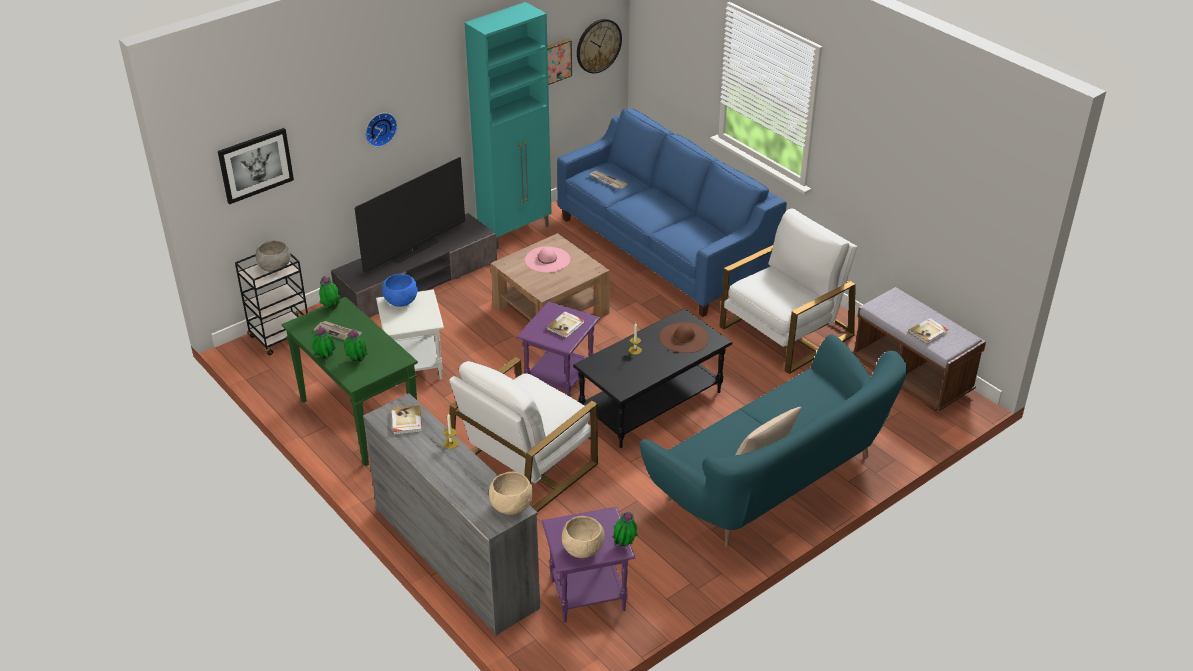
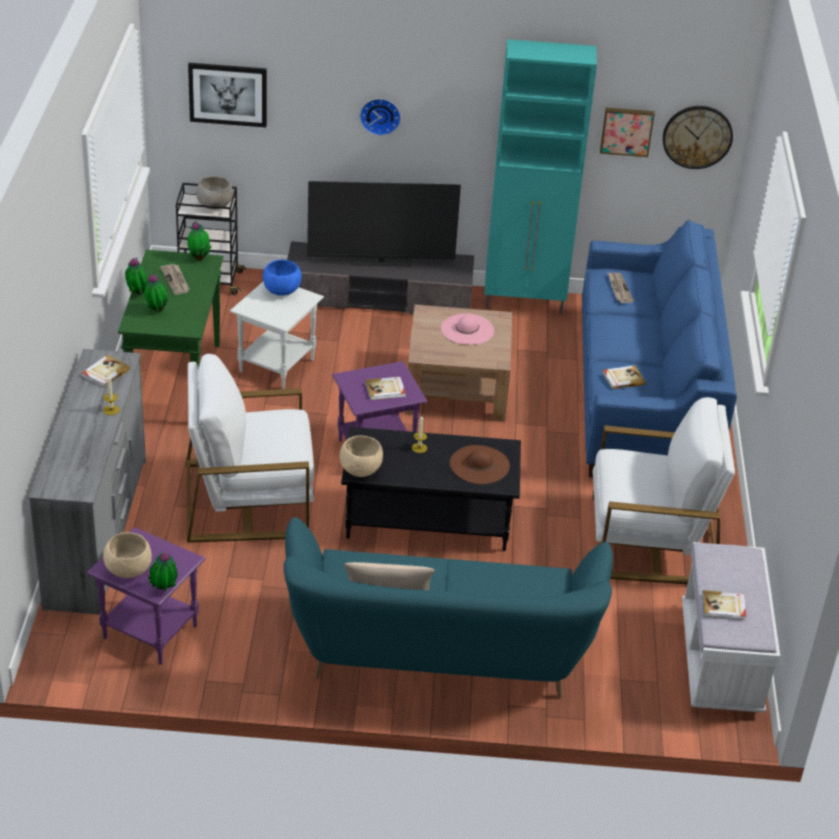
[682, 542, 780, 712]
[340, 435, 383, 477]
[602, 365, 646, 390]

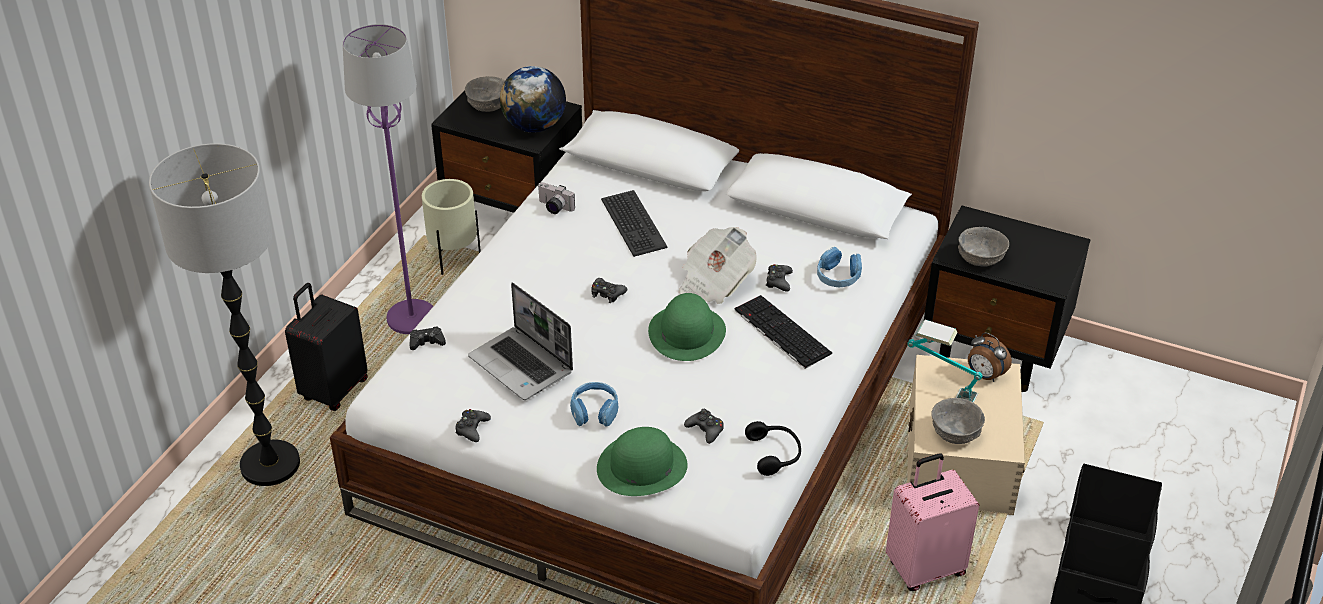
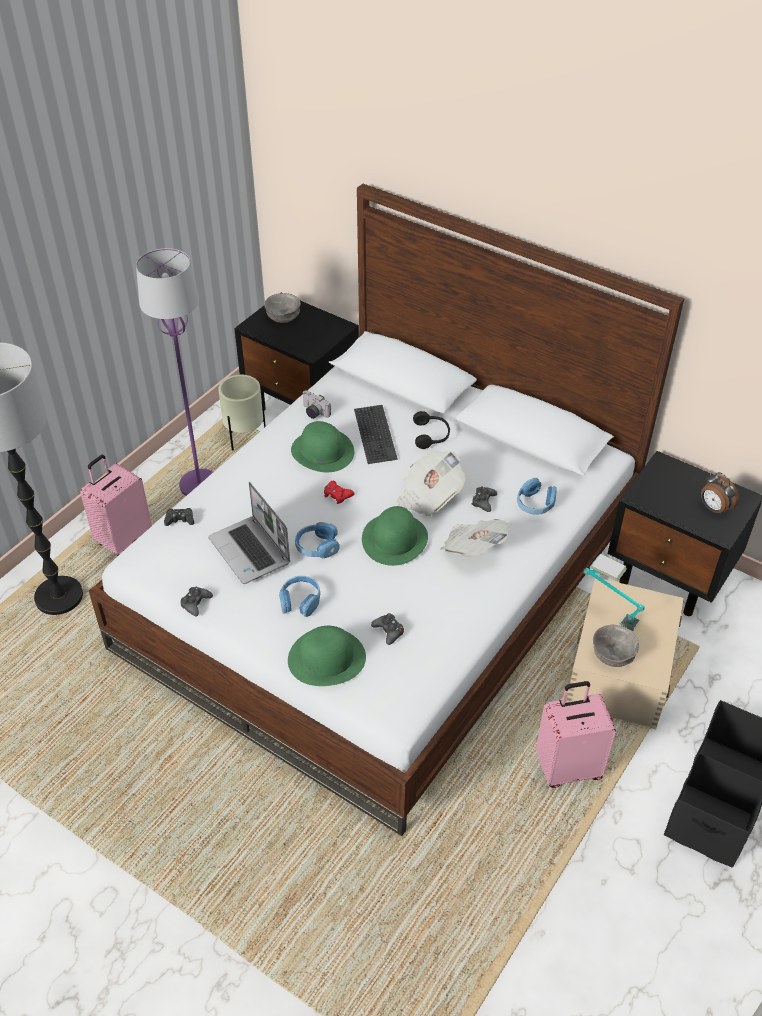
[500, 66, 566, 133] (first image)
[958, 227, 1009, 266] (first image)
[324, 481, 355, 504]
[80, 455, 152, 556]
[441, 519, 511, 557]
[701, 472, 739, 515]
[413, 411, 450, 449]
[291, 421, 354, 472]
[295, 522, 340, 558]

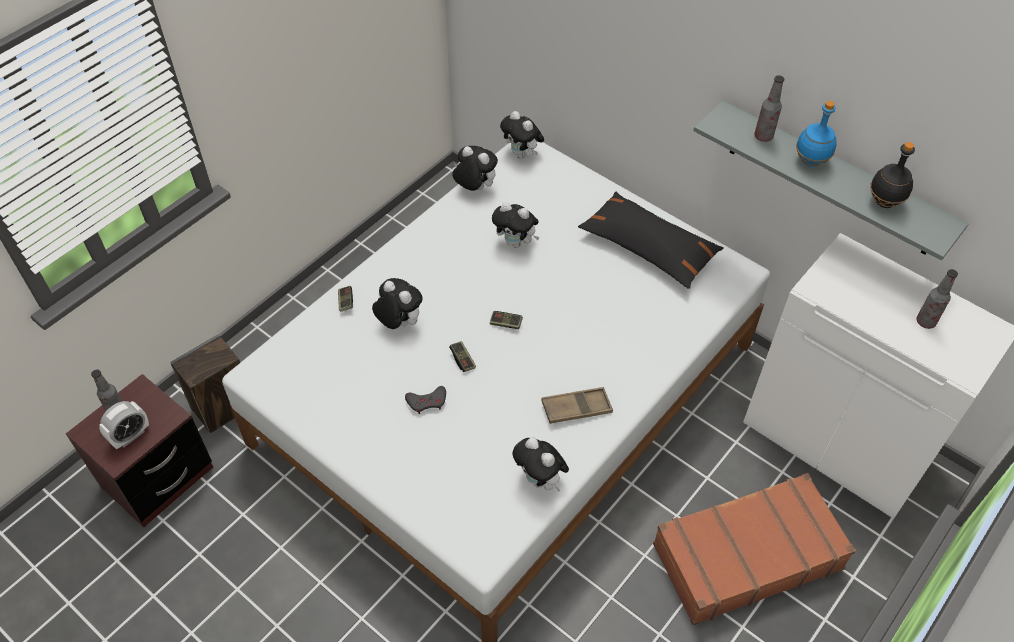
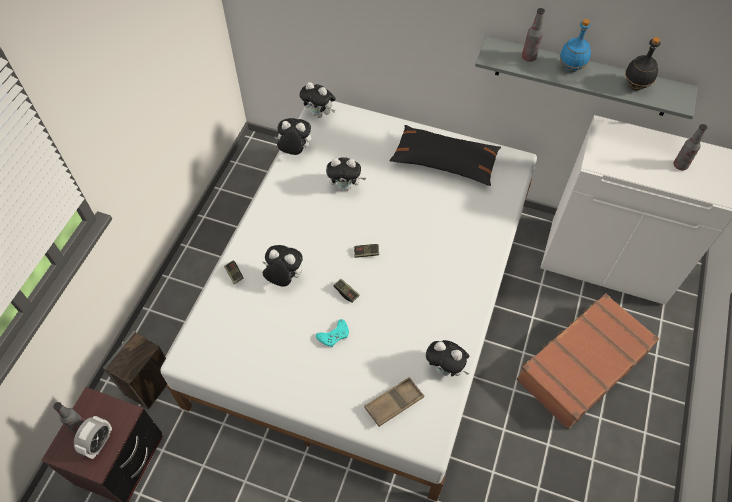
[316, 319, 349, 347]
[364, 377, 424, 427]

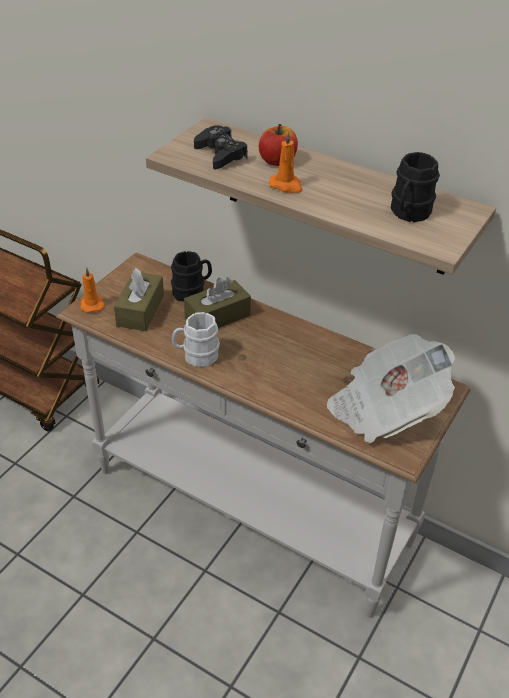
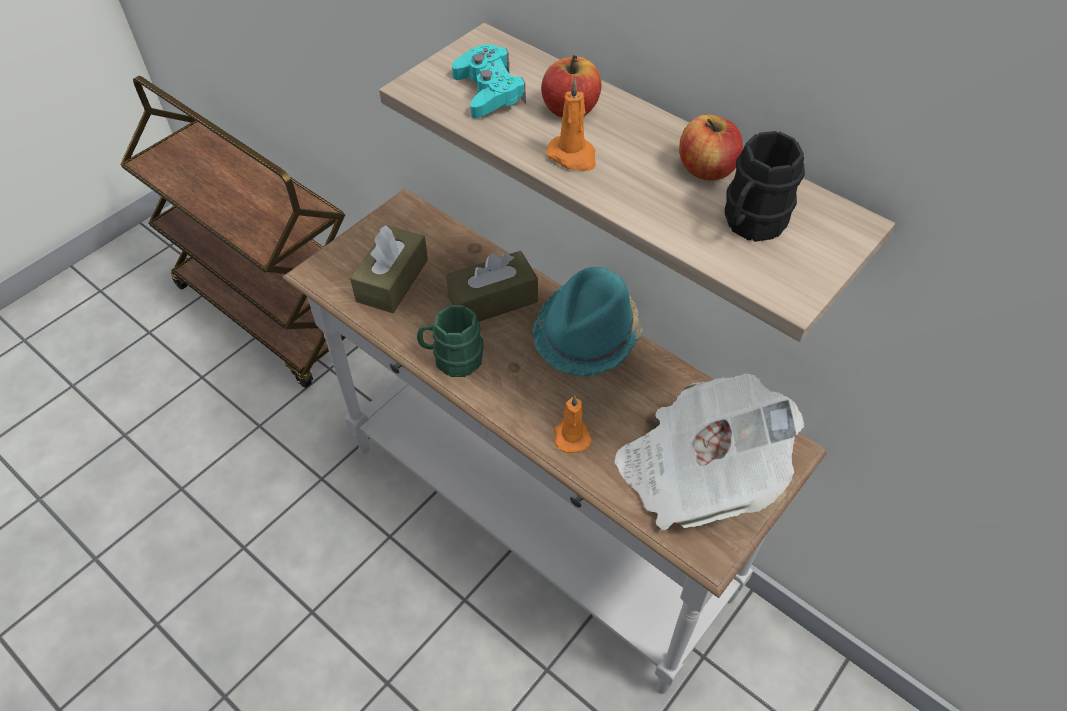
[452, 44, 526, 118]
[171, 251, 212, 302] (first image)
[554, 395, 592, 453]
[417, 305, 484, 377]
[679, 114, 743, 180]
[532, 267, 643, 377]

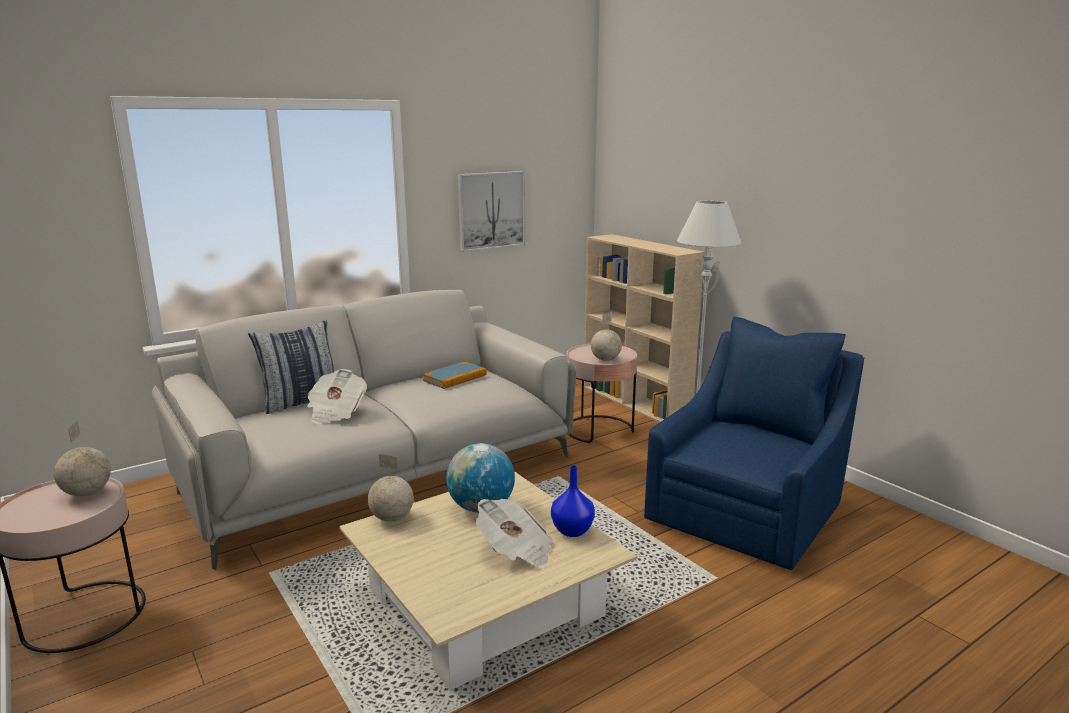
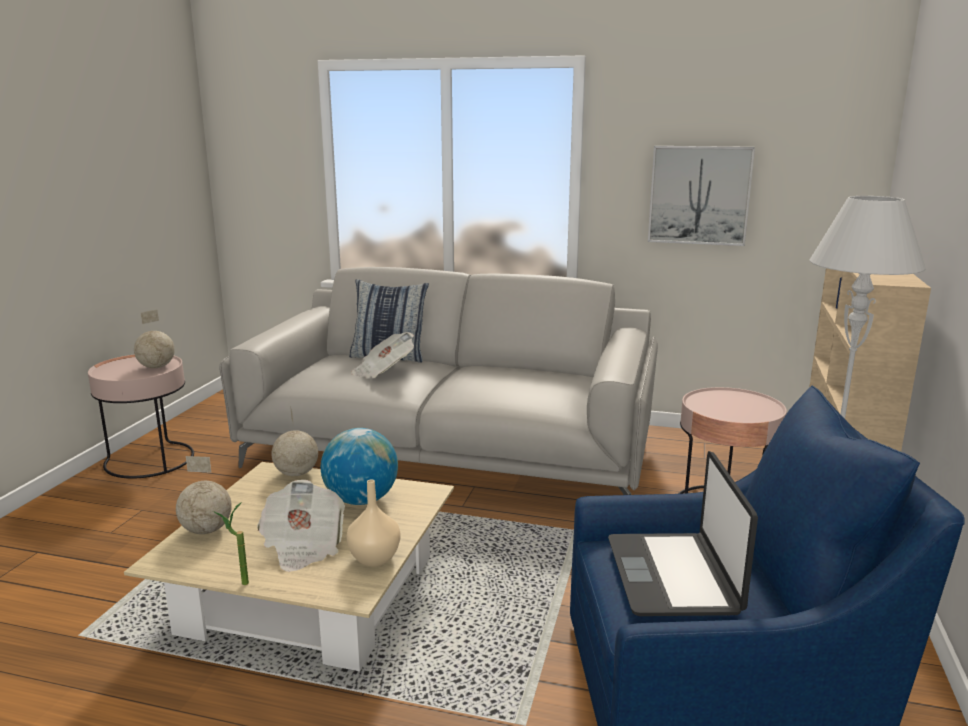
[176, 456, 232, 534]
[422, 362, 487, 389] (first image)
[346, 480, 400, 567]
[608, 451, 758, 616]
[213, 502, 249, 585]

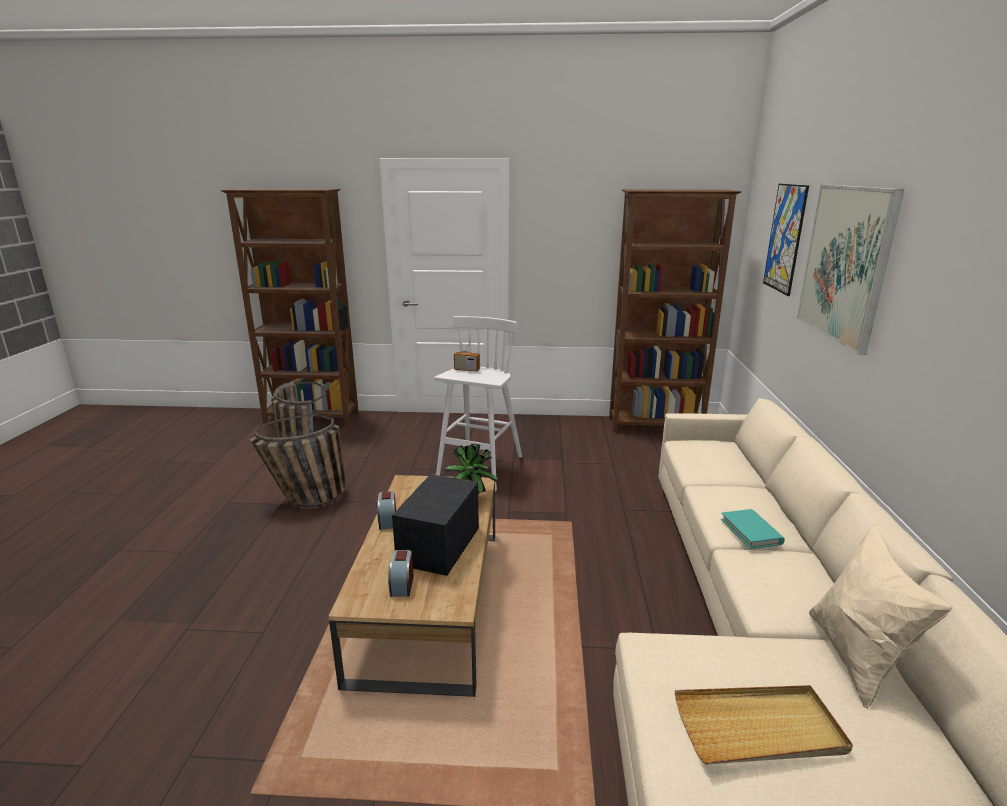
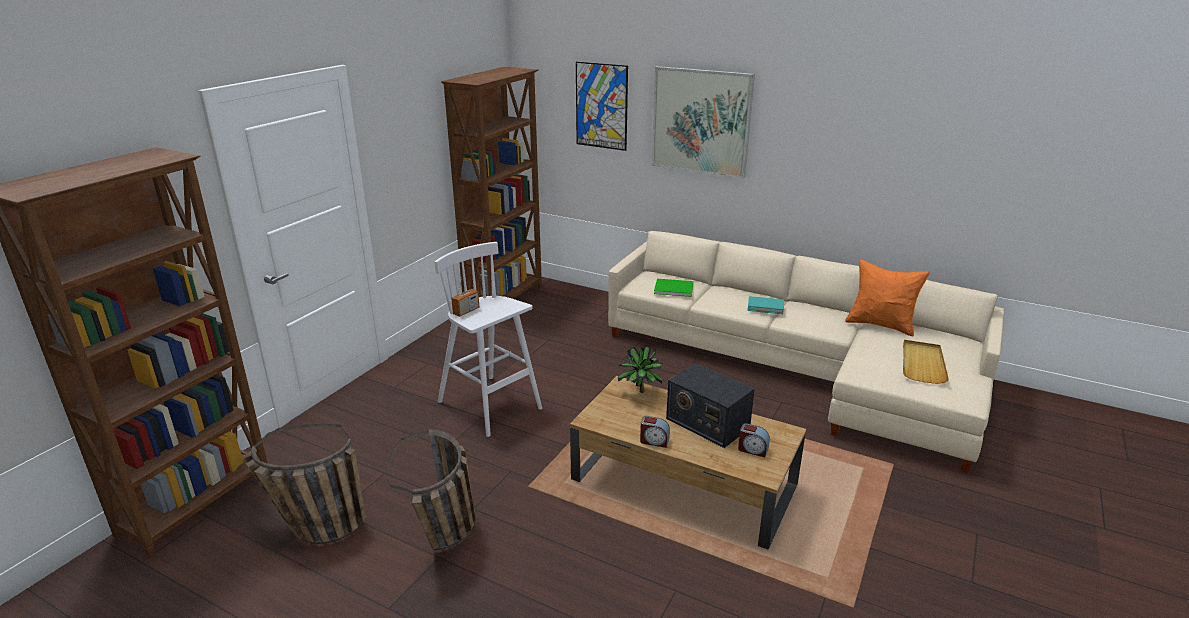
[845, 259, 930, 336]
[654, 279, 694, 297]

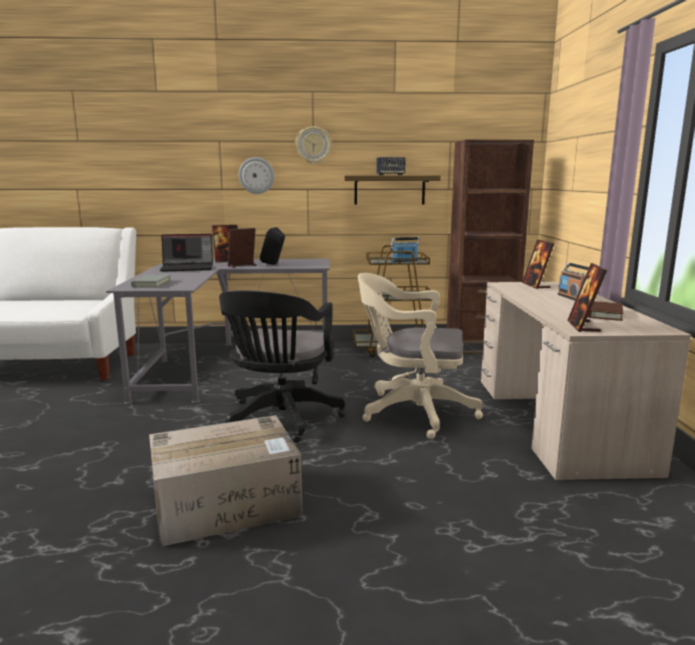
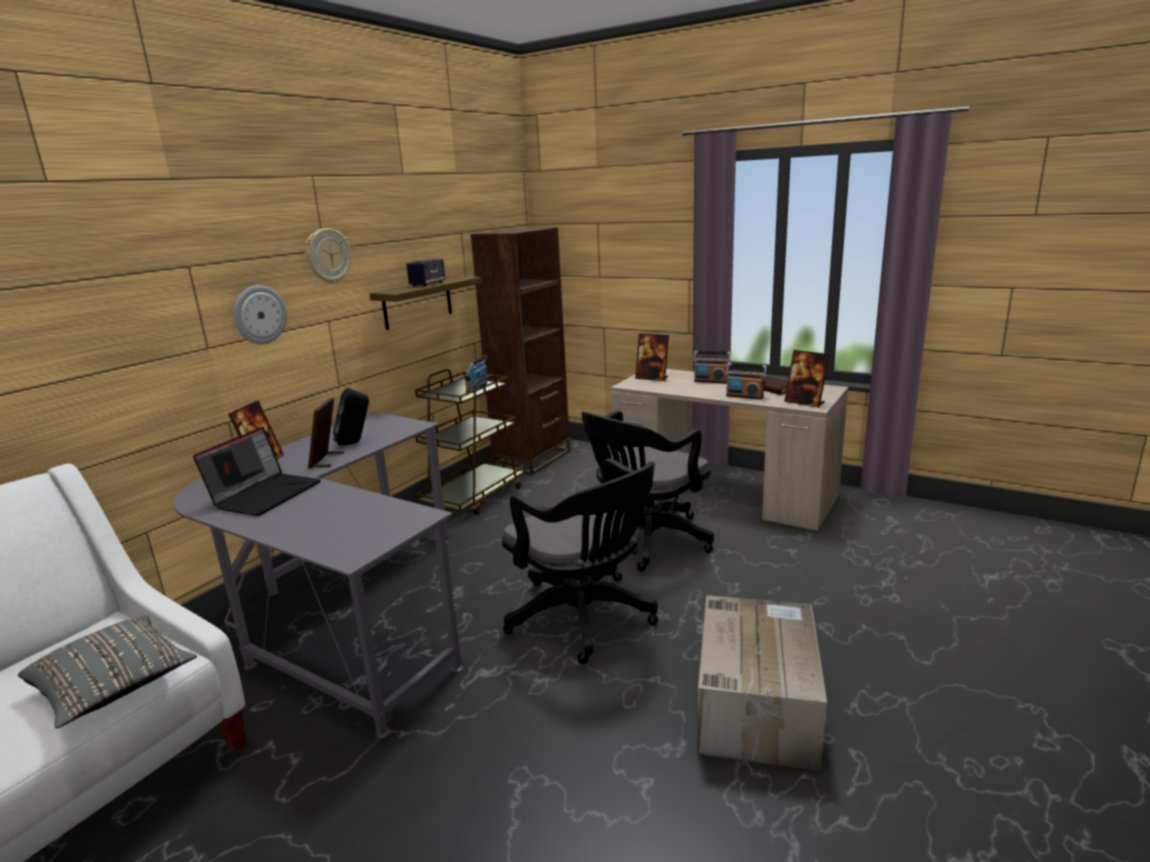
[581, 410, 714, 572]
[131, 275, 171, 288] (first image)
[726, 363, 767, 399]
[18, 615, 197, 728]

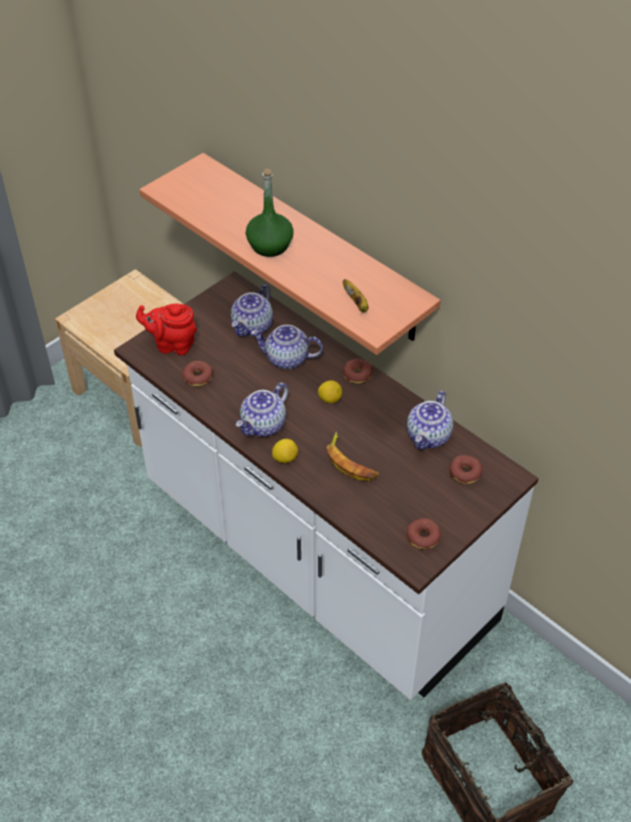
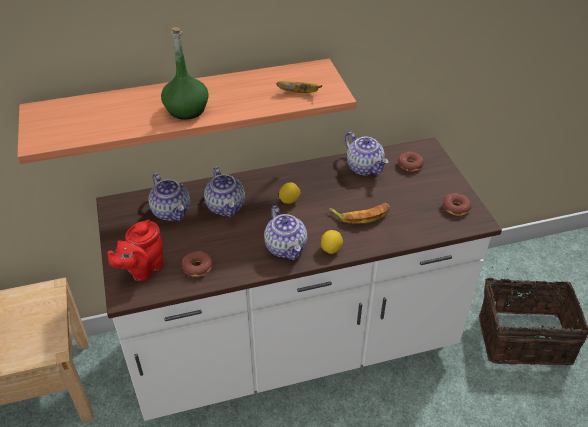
[204, 167, 245, 217]
[343, 359, 373, 384] (first image)

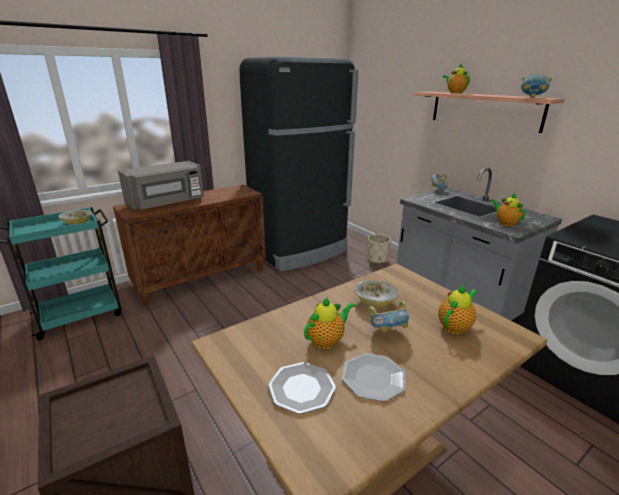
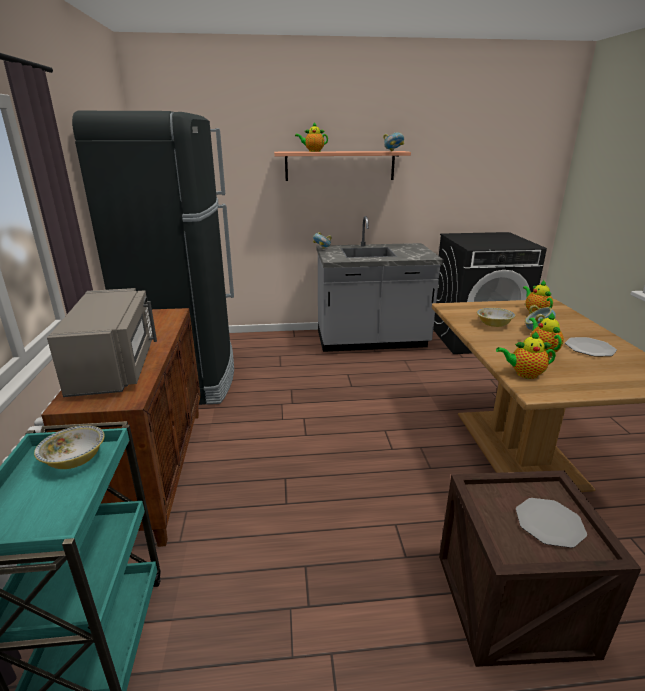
[496, 331, 556, 379]
[368, 234, 391, 263] (first image)
[516, 498, 587, 548]

